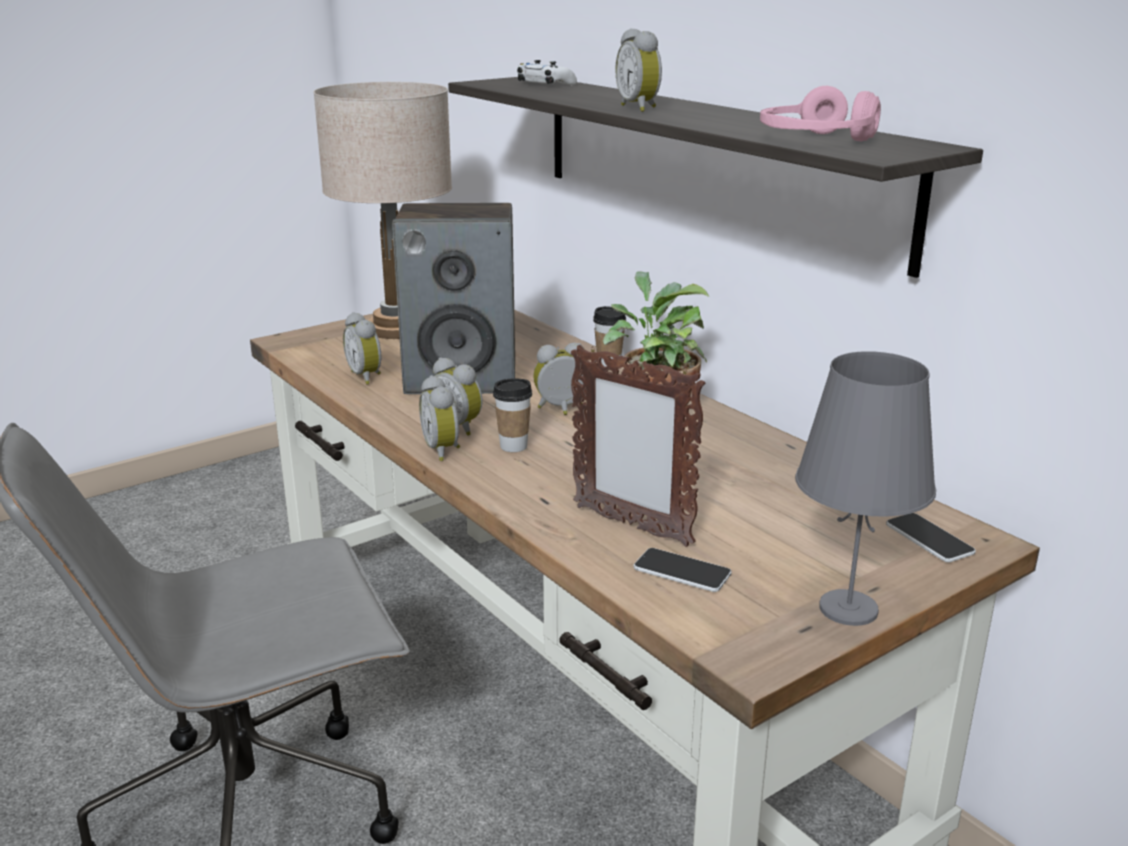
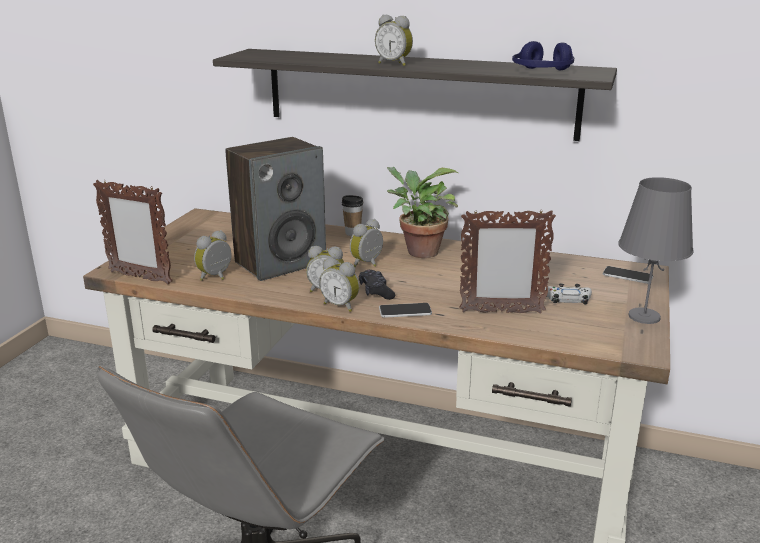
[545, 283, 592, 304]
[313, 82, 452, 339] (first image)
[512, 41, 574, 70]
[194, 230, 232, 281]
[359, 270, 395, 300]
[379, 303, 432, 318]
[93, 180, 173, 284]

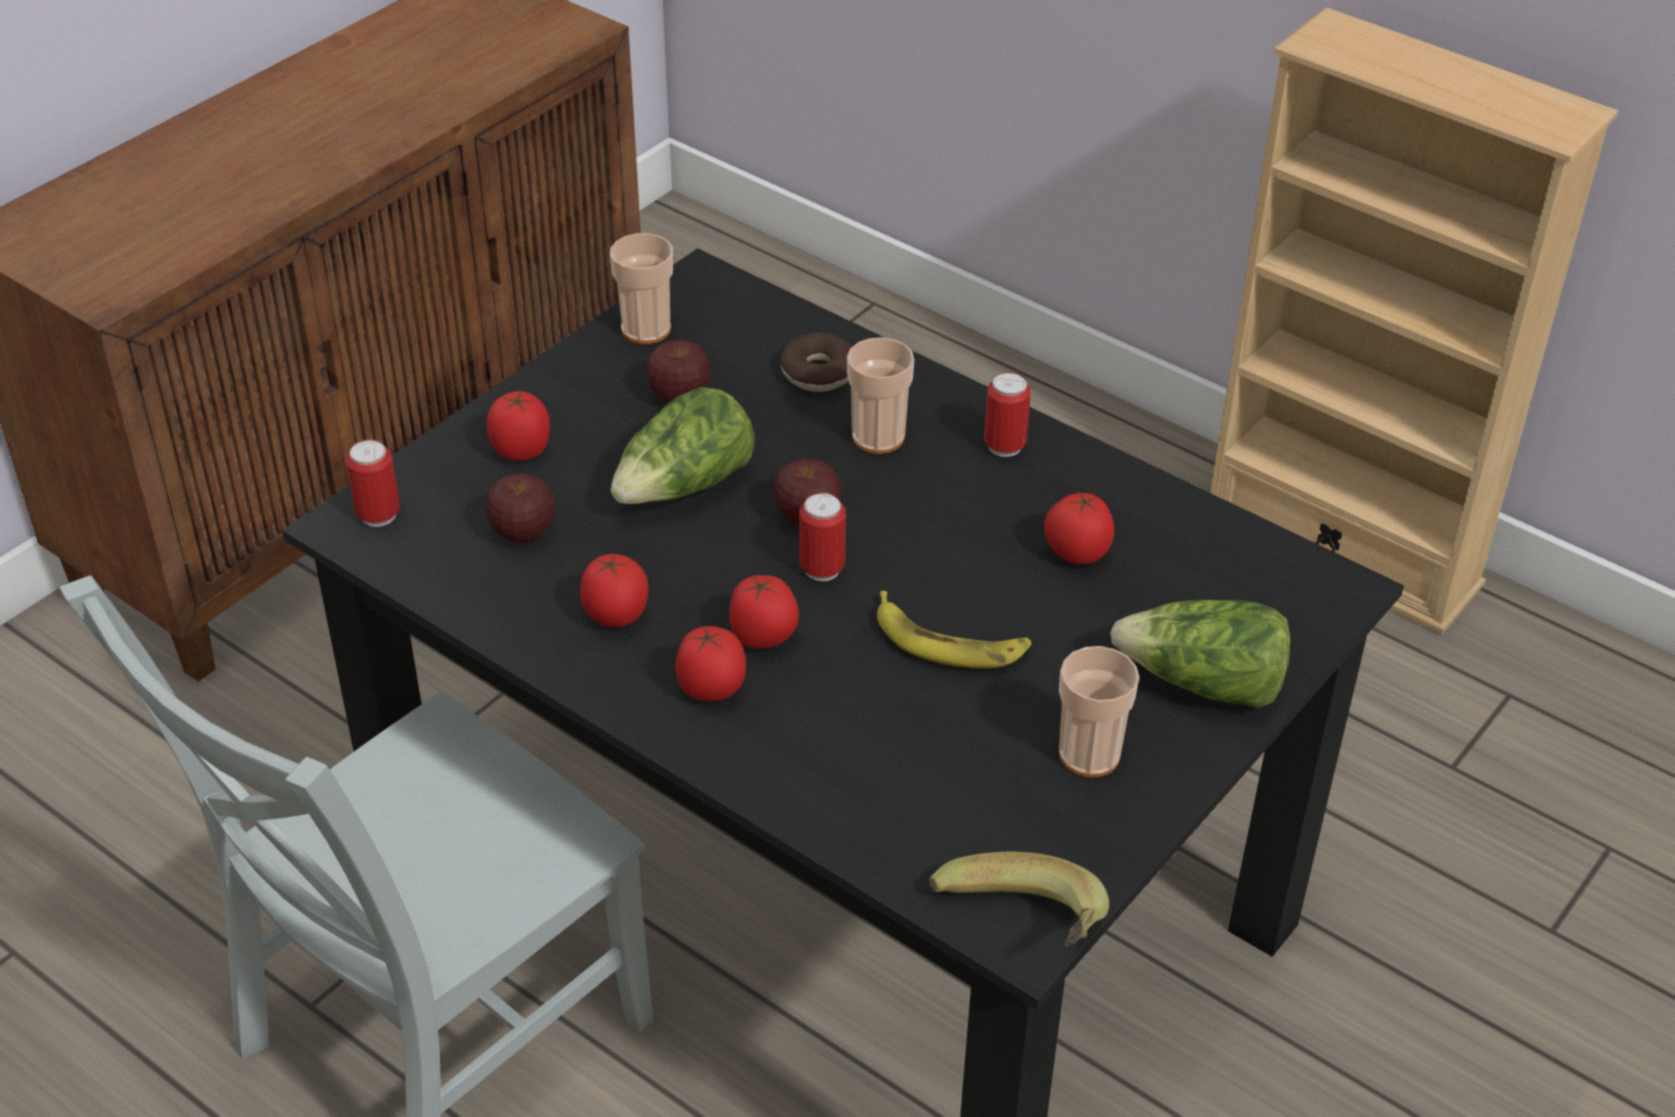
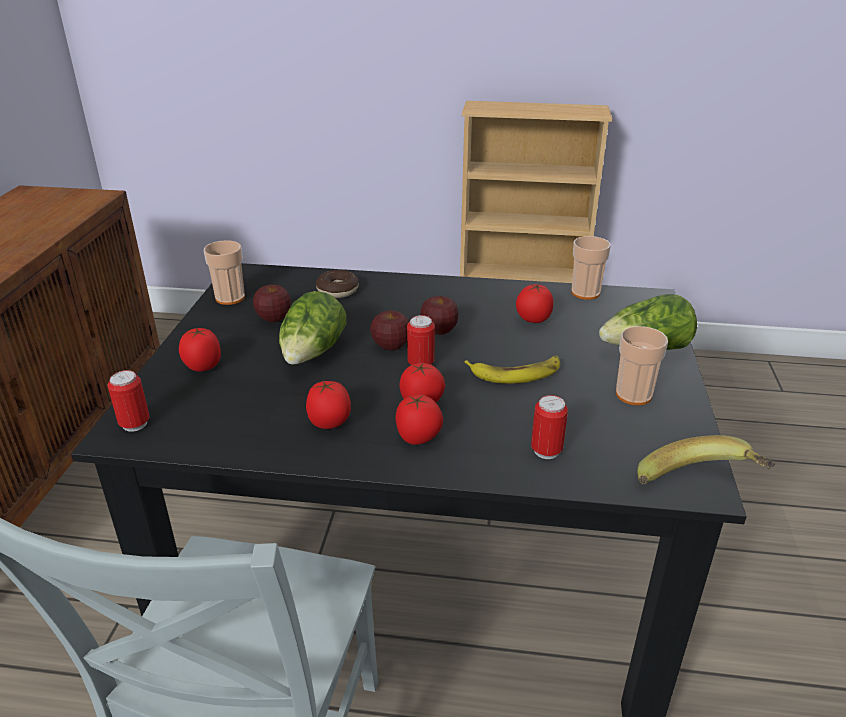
[571, 236, 611, 300]
[531, 395, 568, 459]
[420, 296, 459, 335]

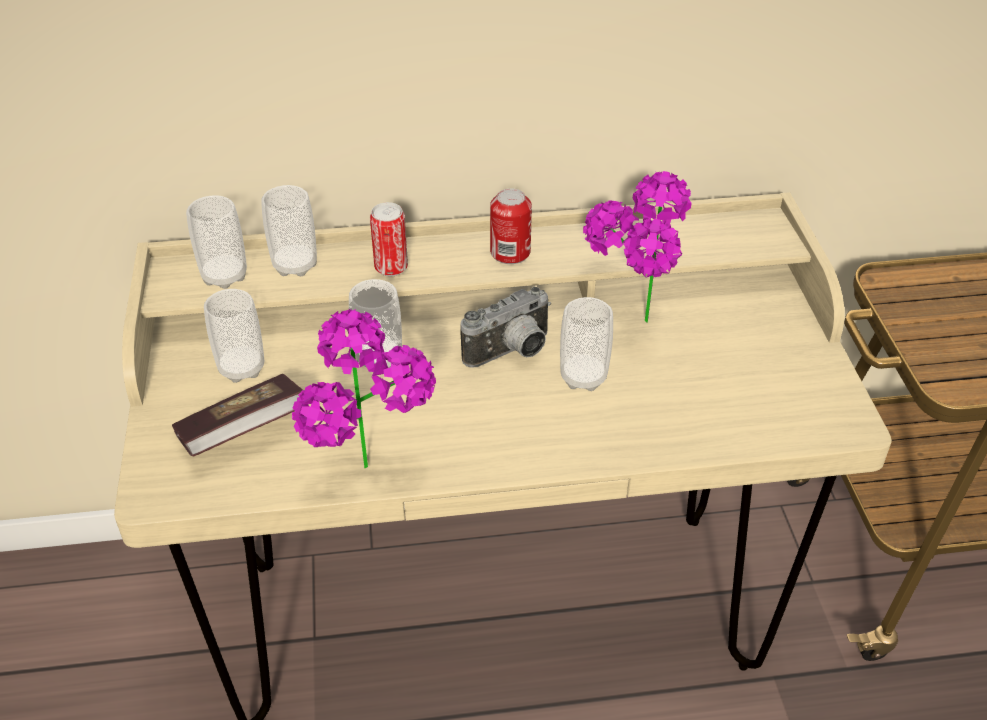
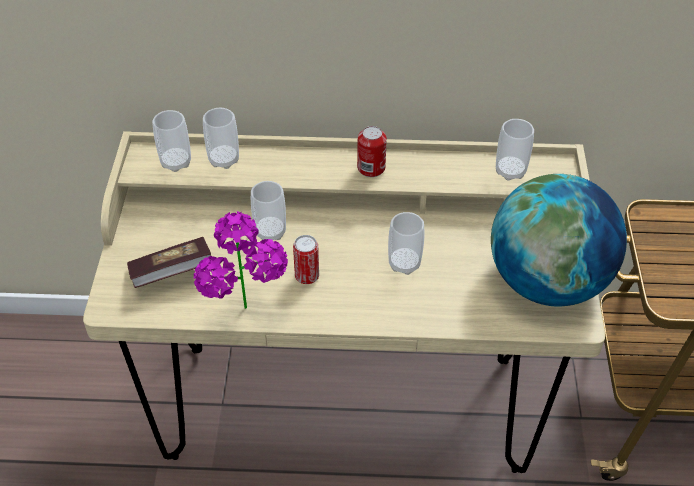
[583, 171, 692, 322] (first image)
[293, 235, 319, 284]
[460, 287, 551, 368] (first image)
[496, 119, 534, 181]
[491, 174, 627, 306]

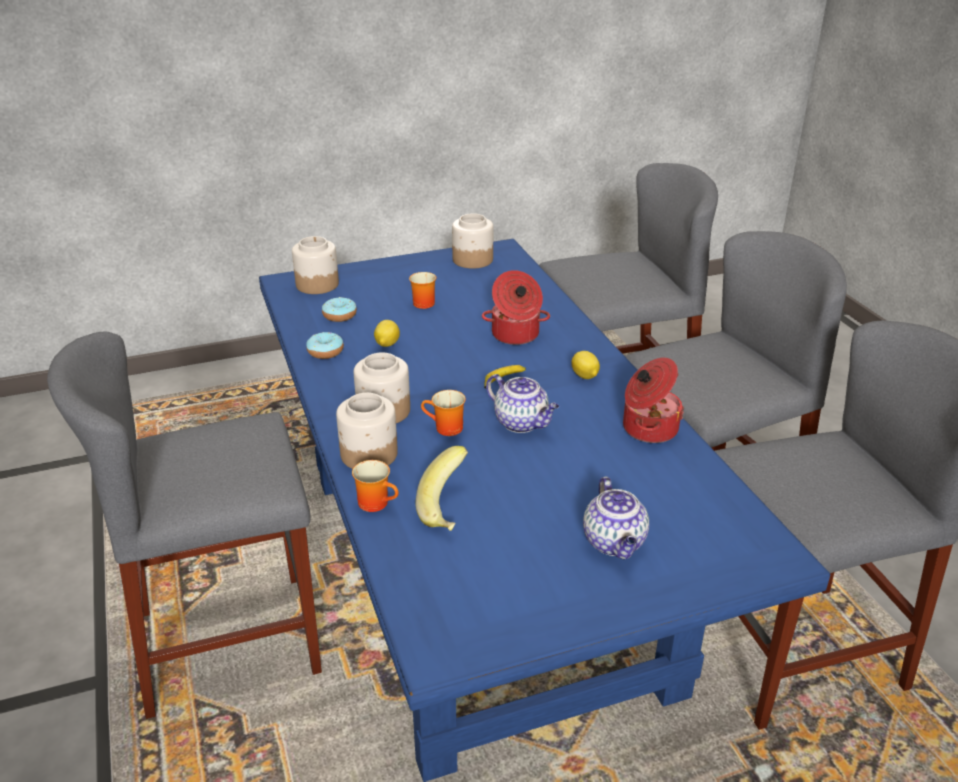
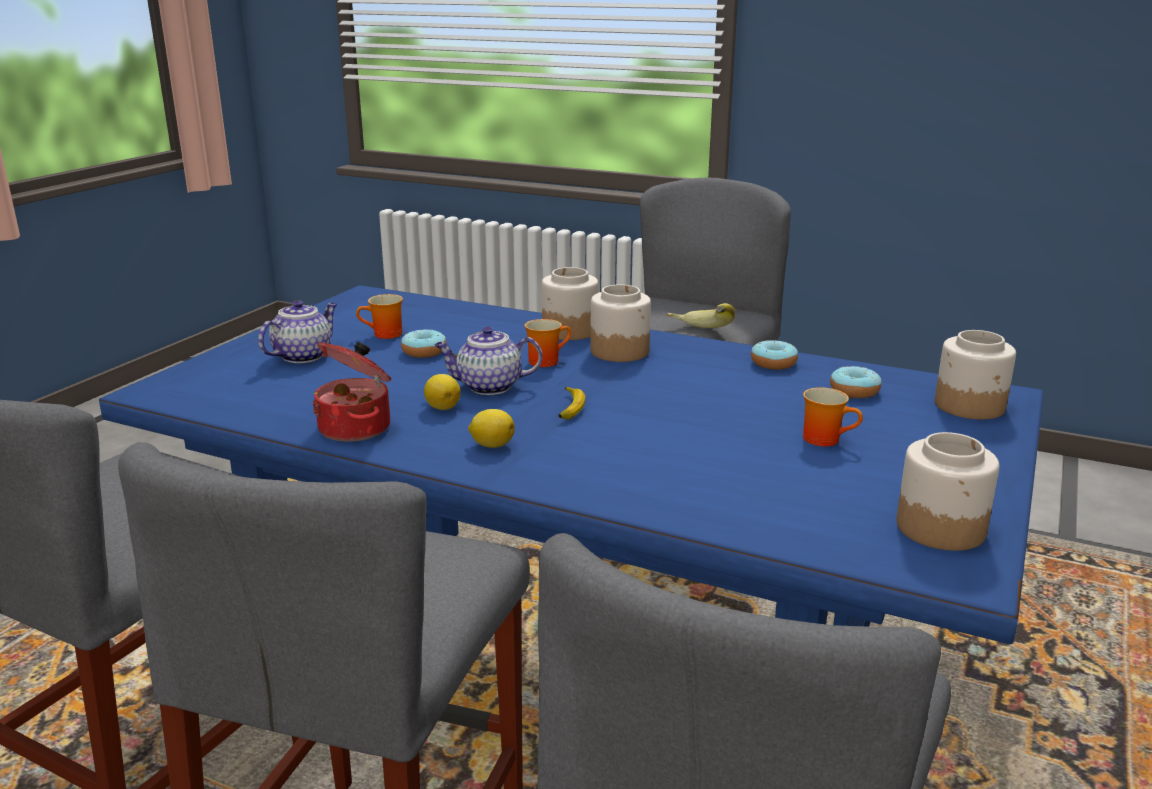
[482, 270, 550, 345] (first image)
[424, 374, 461, 410]
[667, 303, 735, 328]
[356, 294, 403, 339]
[258, 300, 337, 363]
[401, 330, 446, 358]

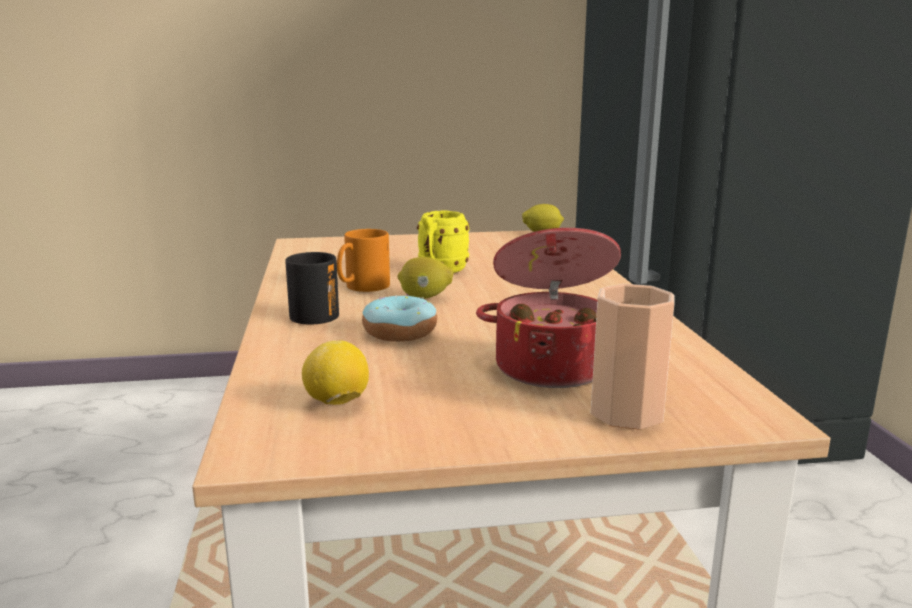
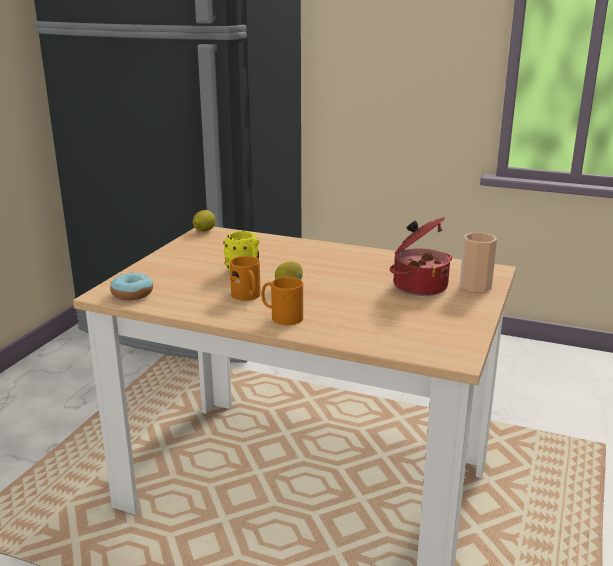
[261, 277, 303, 325]
[110, 272, 153, 300]
[302, 340, 369, 405] (first image)

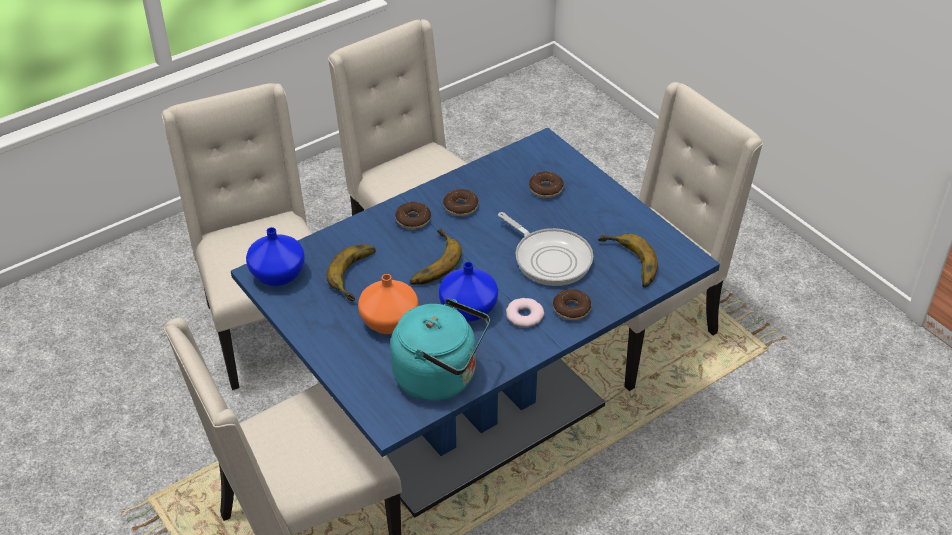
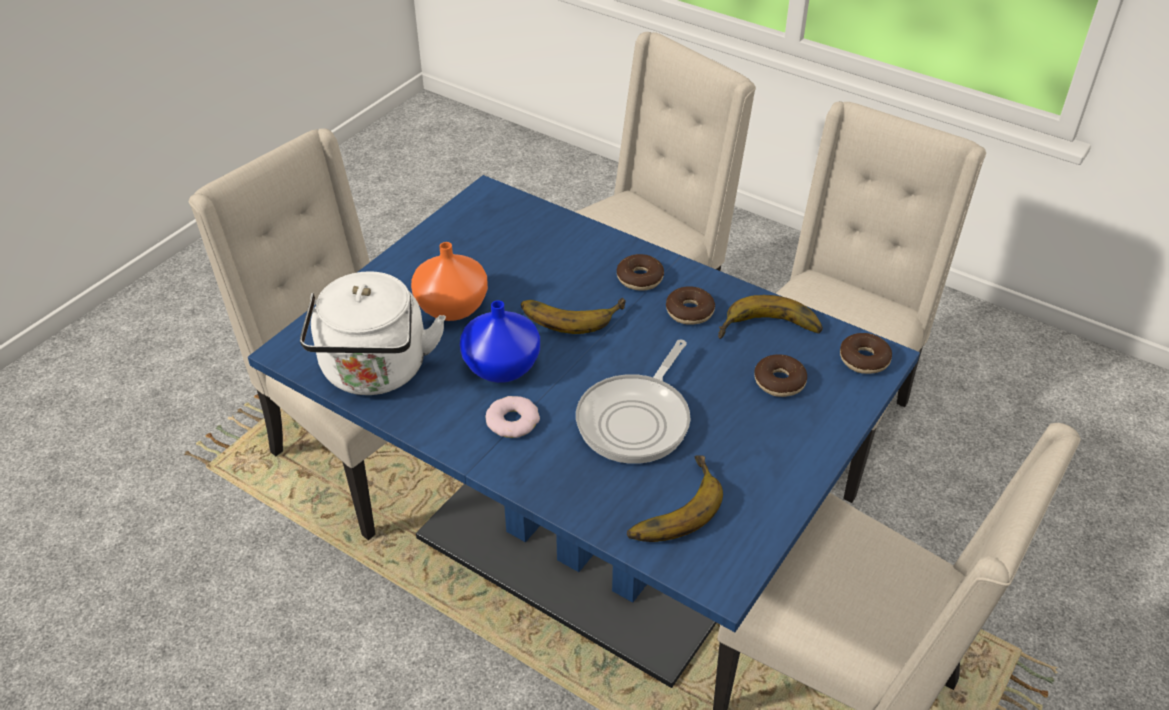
[246, 227, 305, 286] (first image)
[718, 295, 823, 339]
[840, 333, 892, 374]
[300, 271, 446, 395]

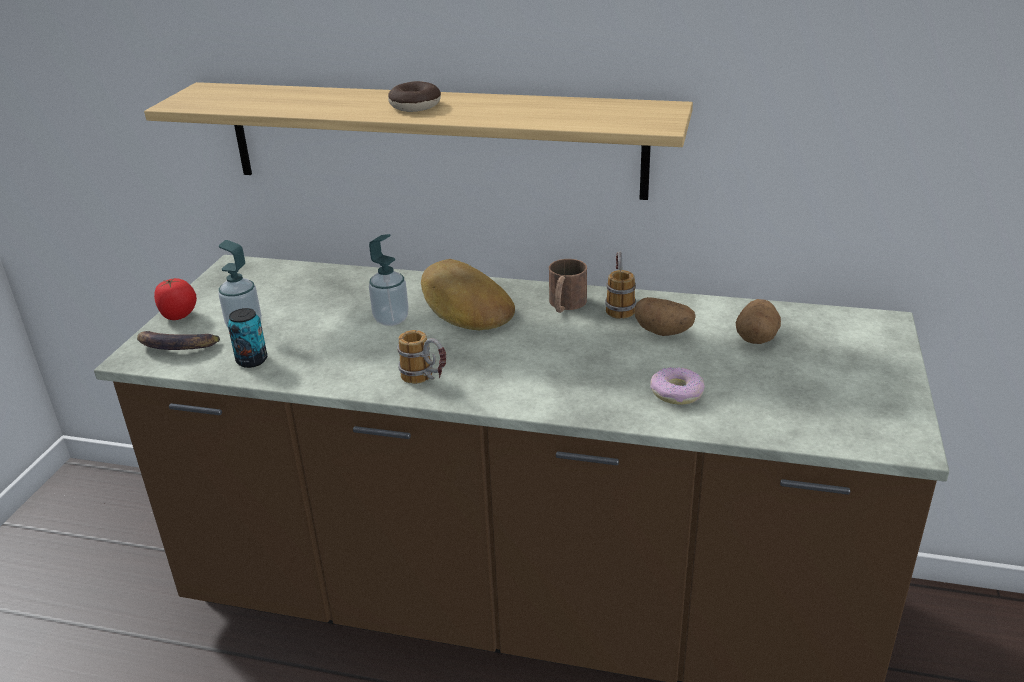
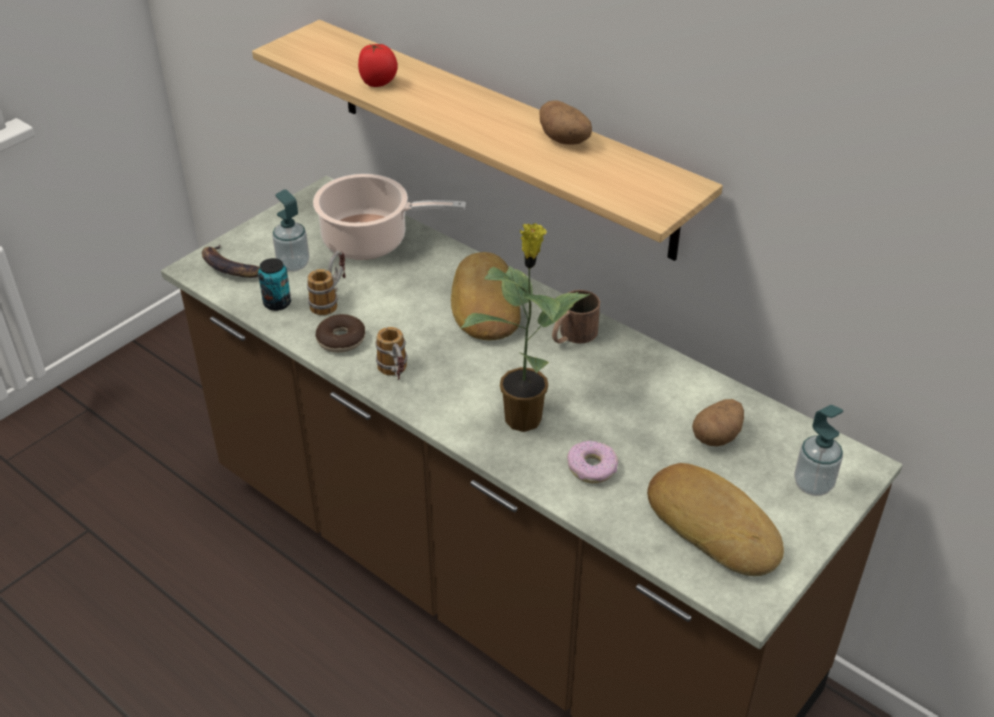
[315, 314, 365, 353]
[794, 405, 843, 496]
[307, 251, 346, 315]
[358, 43, 398, 87]
[540, 100, 592, 145]
[313, 174, 466, 260]
[460, 223, 590, 432]
[647, 463, 784, 576]

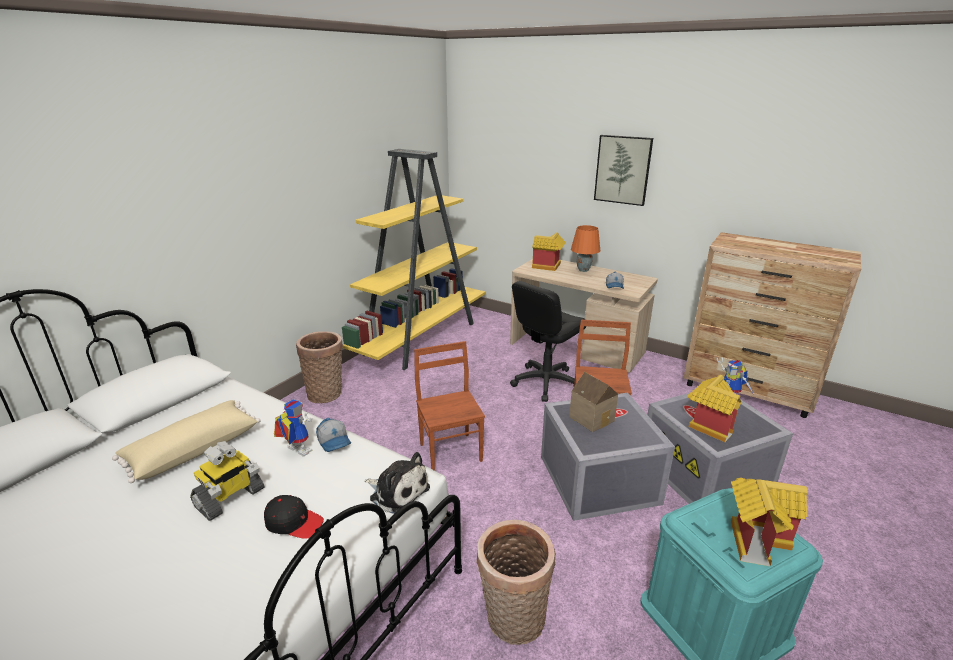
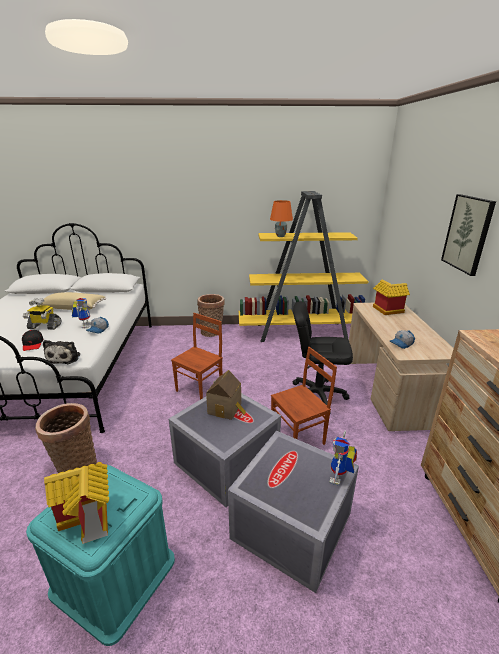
[270, 200, 293, 237]
[688, 375, 741, 442] (first image)

